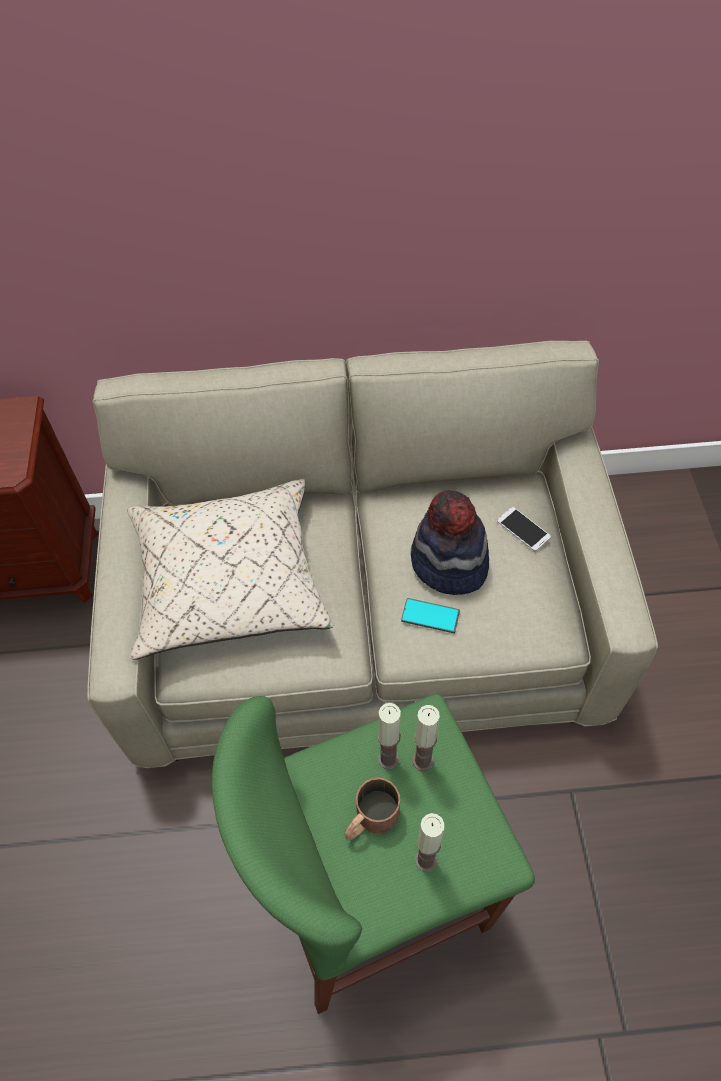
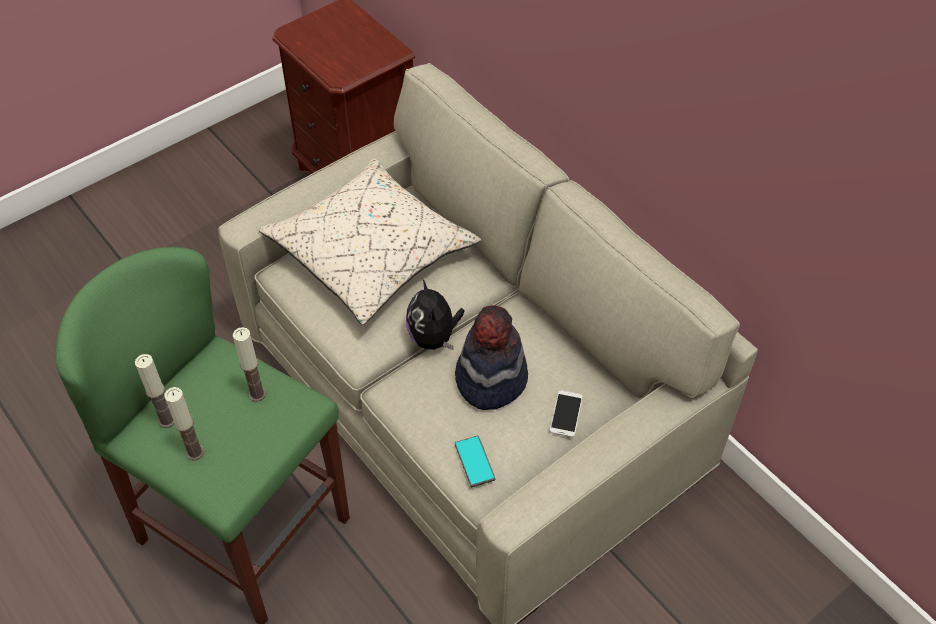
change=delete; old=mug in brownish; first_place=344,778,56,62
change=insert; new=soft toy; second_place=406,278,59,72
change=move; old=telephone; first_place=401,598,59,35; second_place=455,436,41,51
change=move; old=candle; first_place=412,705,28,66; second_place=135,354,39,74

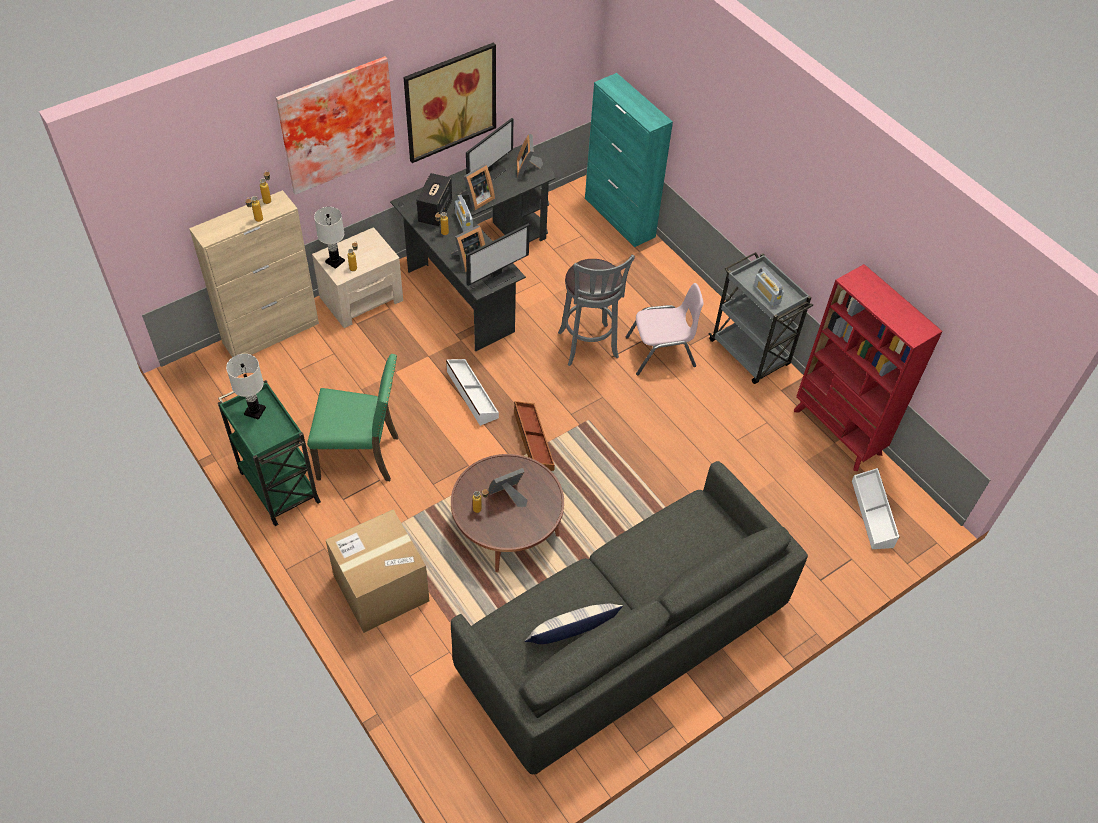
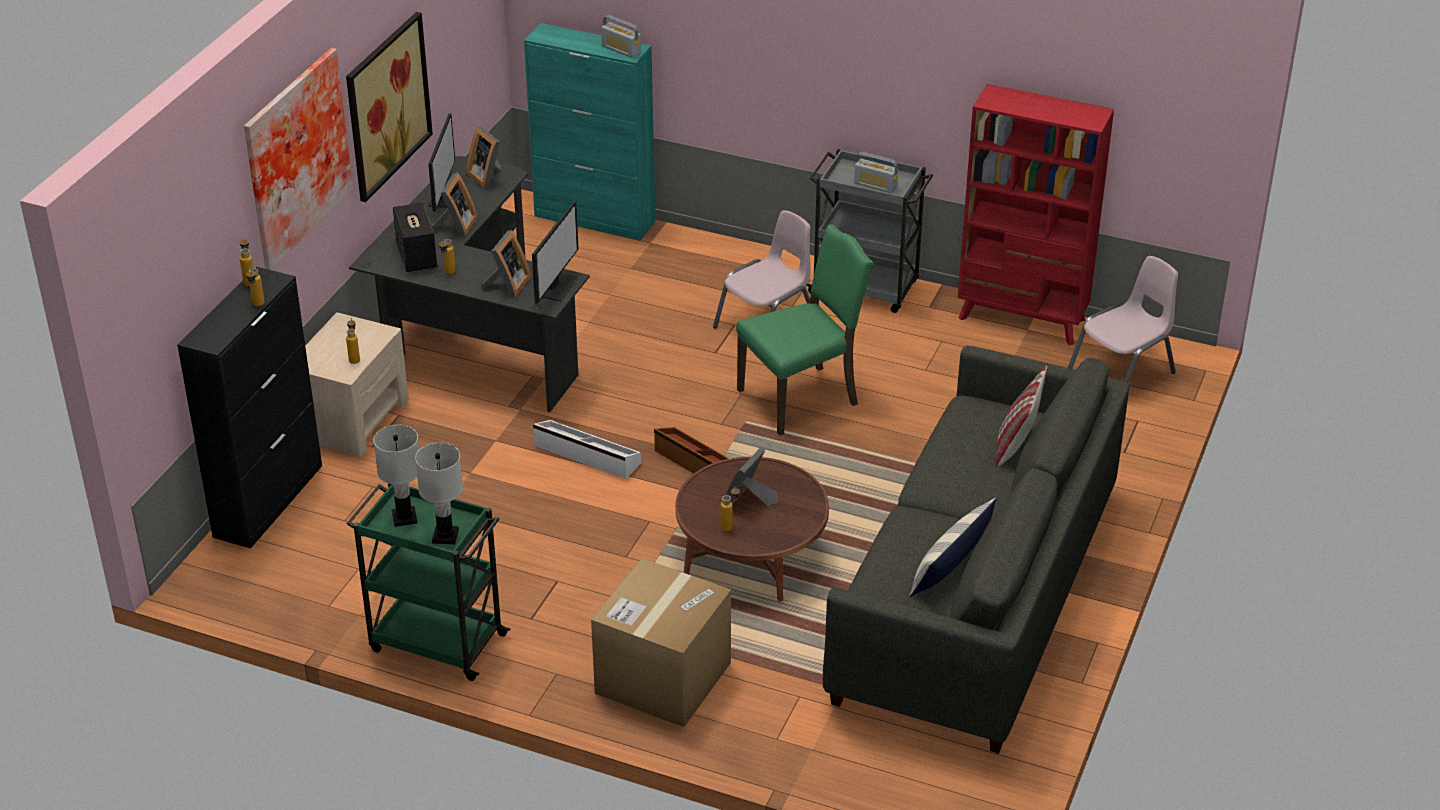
change=delete; old=stool in greyish; first_place=558,255,77,111
change=insert; new=pillow; second_place=996,365,51,102
change=move; old=upright chair in green; first_place=307,354,91,127; second_place=736,225,138,210
change=move; old=table lamp in white; first_place=314,207,31,62; second_place=415,443,48,101
change=move; old=radio receiver; first_place=455,195,18,37; second_place=601,15,40,43
change=replace; old=storage box in white; new=upright chair in pinkish; first_place=852,468,48,81; second_place=1068,256,110,127
change=recolor; old=cupboard in sand-coloured; new=cupboard in black-coloured; first_place=189,190,130,167; second_place=177,267,145,282

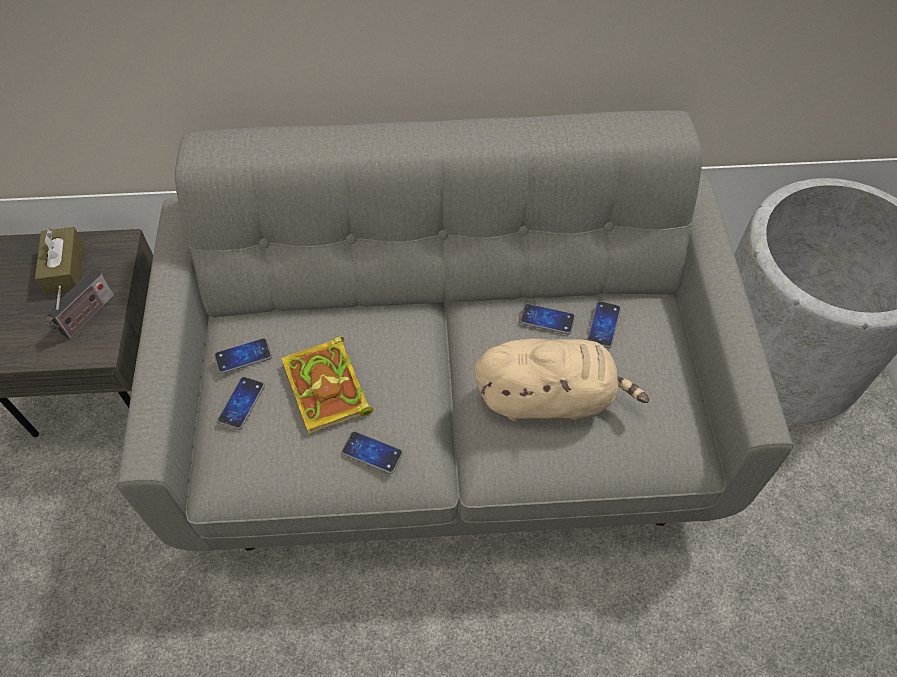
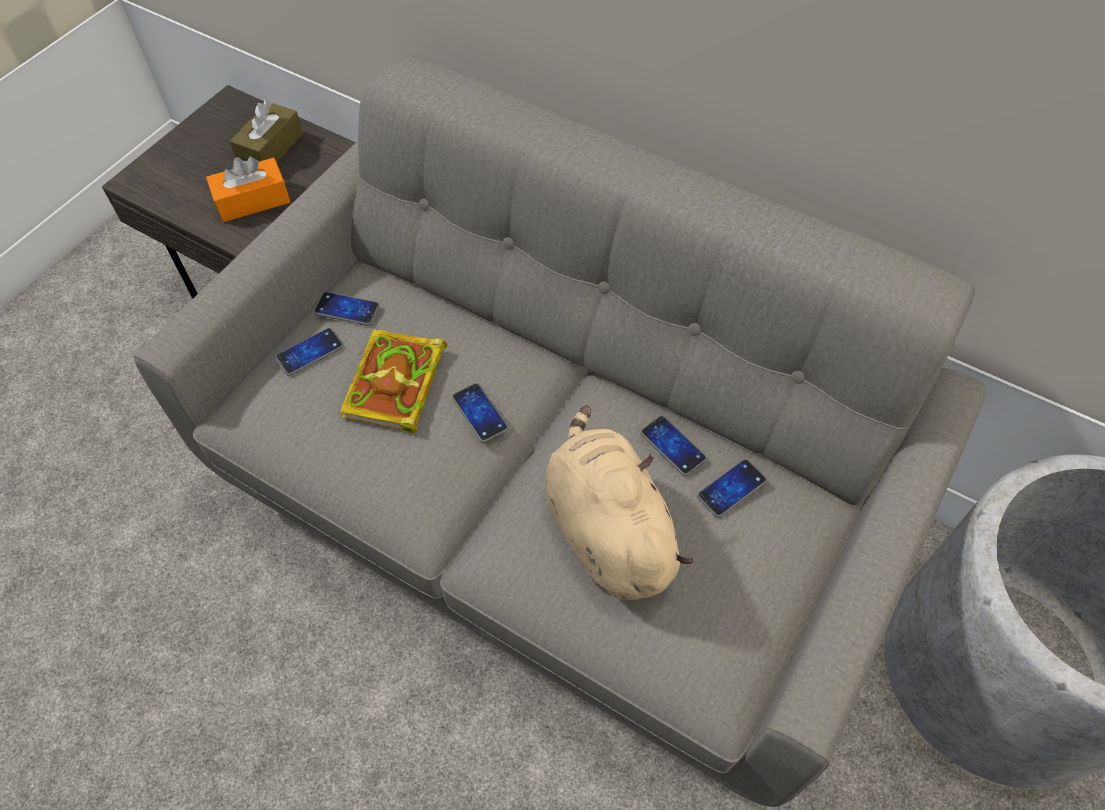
change=move; old=telephone; first_place=341,431,62,43; second_place=452,383,57,60
change=replace; old=radio receiver; new=tissue box in orange-coloured; first_place=46,269,68,70; second_place=206,157,84,65
change=rotate; old=soft toy in sand-coloured; first_place=475,338,174,83; second_place=546,405,147,195; degrees=-150

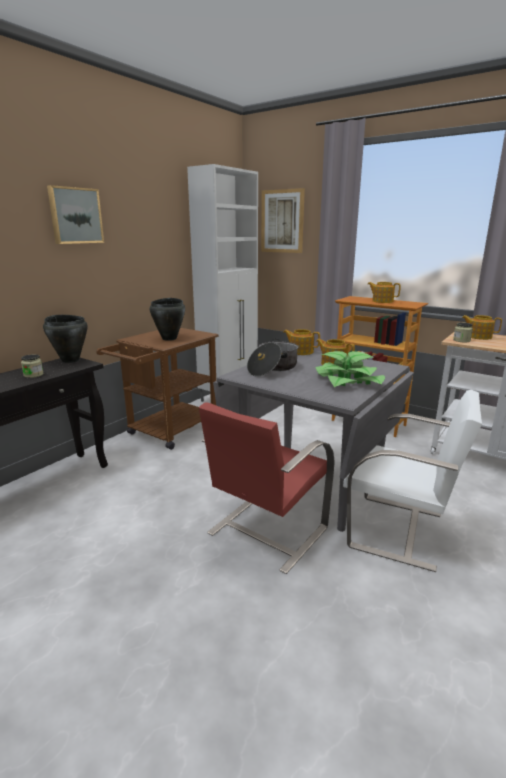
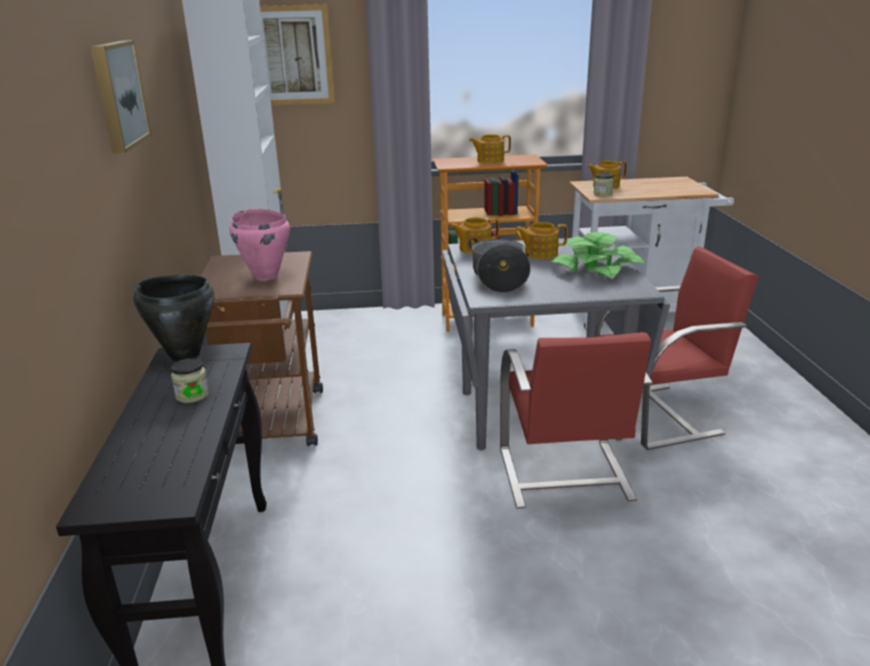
change=recolor; old=saucepot in black-coloured; new=saucepot in pinkish; first_place=150,298,35,43; second_place=229,209,61,72
change=recolor; old=upright chair in white; new=upright chair in red-coloured; first_place=343,390,139,182; second_place=594,246,165,204

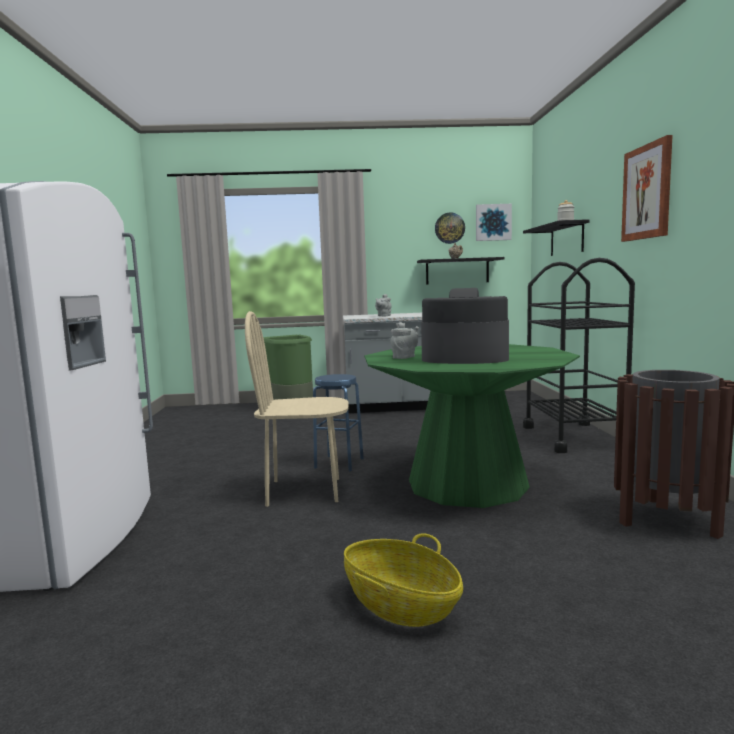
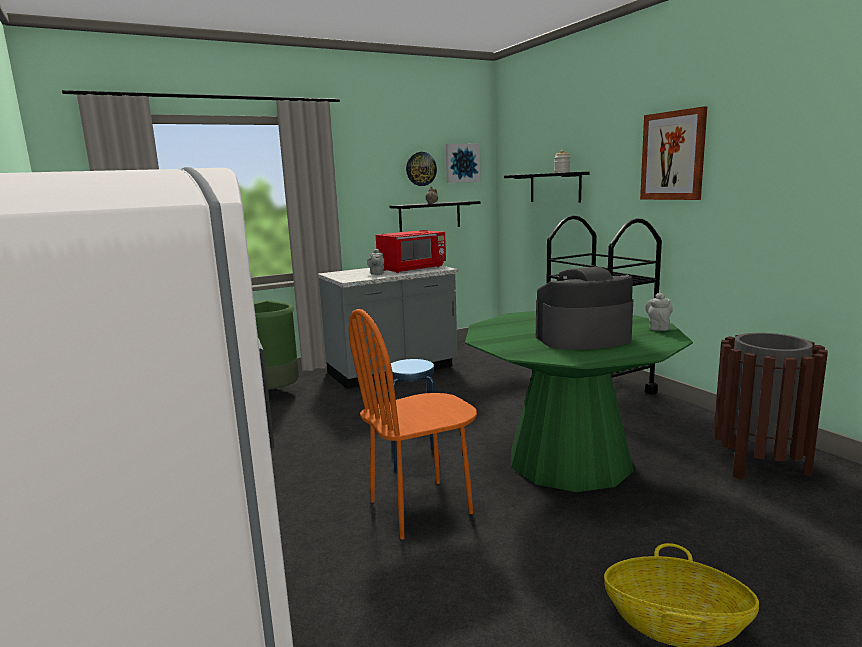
change=insert; new=microwave in red-coloured; second_place=376,230,70,43
change=move; old=tea pot in greyish; first_place=391,322,28,37; second_place=645,293,28,38
change=recolor; old=upright chair in sand-coloured; new=upright chair in orange-coloured; first_place=245,311,104,196; second_place=349,309,128,230

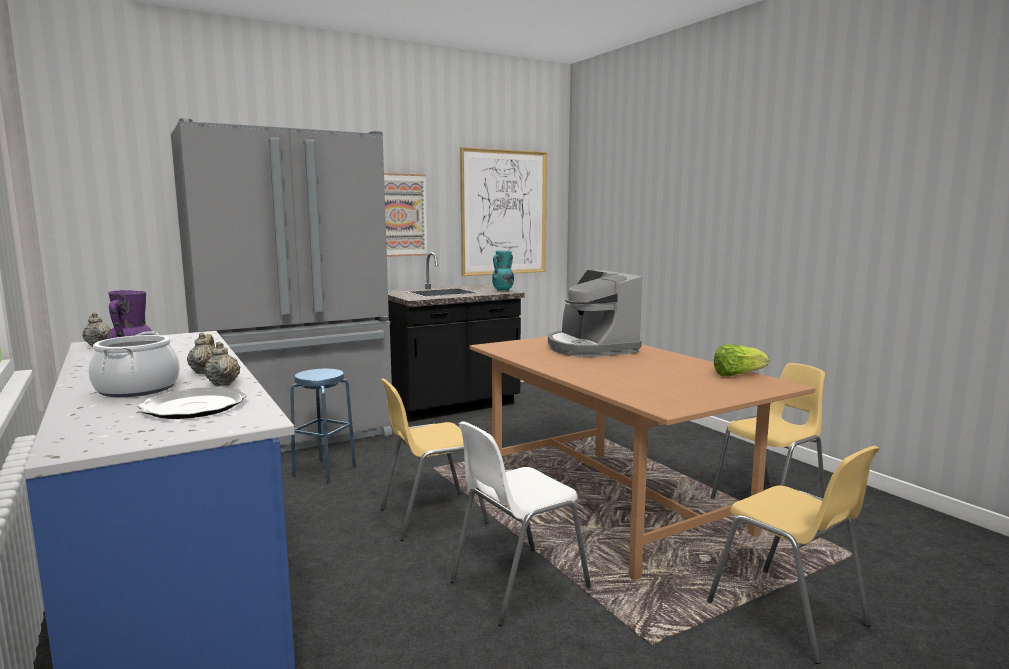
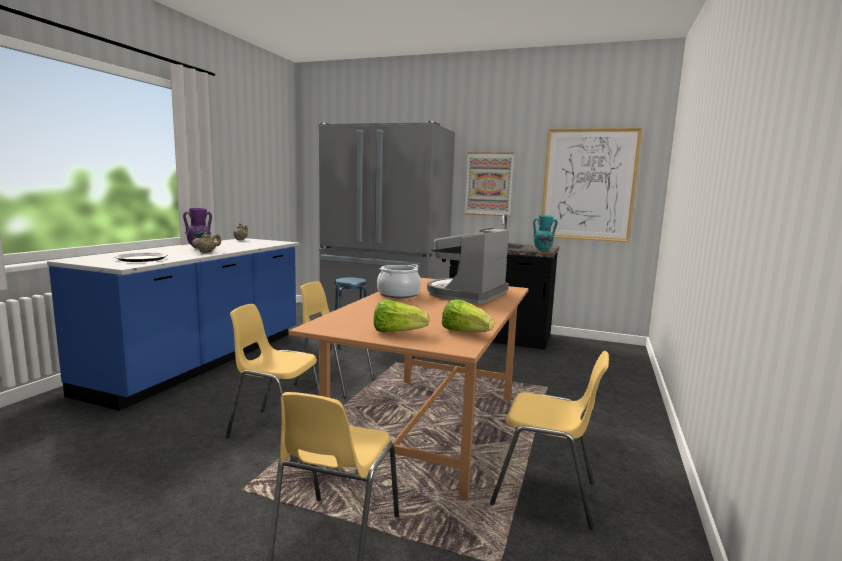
change=delete; old=tea pot in sand-coloured; first_place=204,341,37,45
change=insert; new=lettuce; second_place=374,300,56,33
change=move; old=saucepot; first_place=88,332,92,65; second_place=377,264,44,34
change=recolor; old=upright chair in white; new=upright chair in yellow-coloured; first_place=450,421,141,205; second_place=226,304,93,134

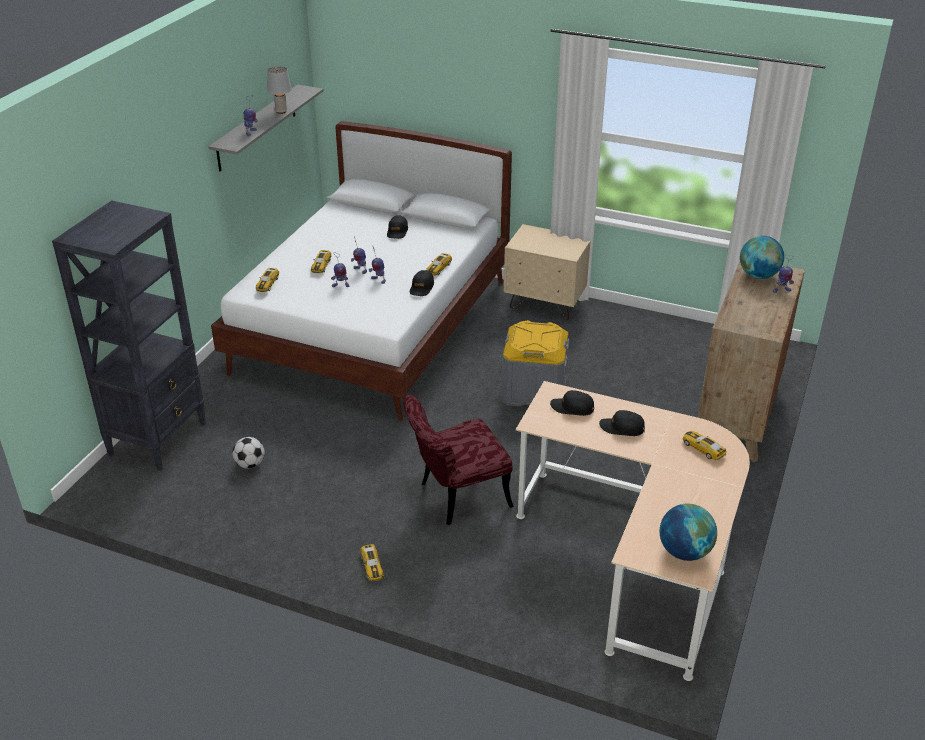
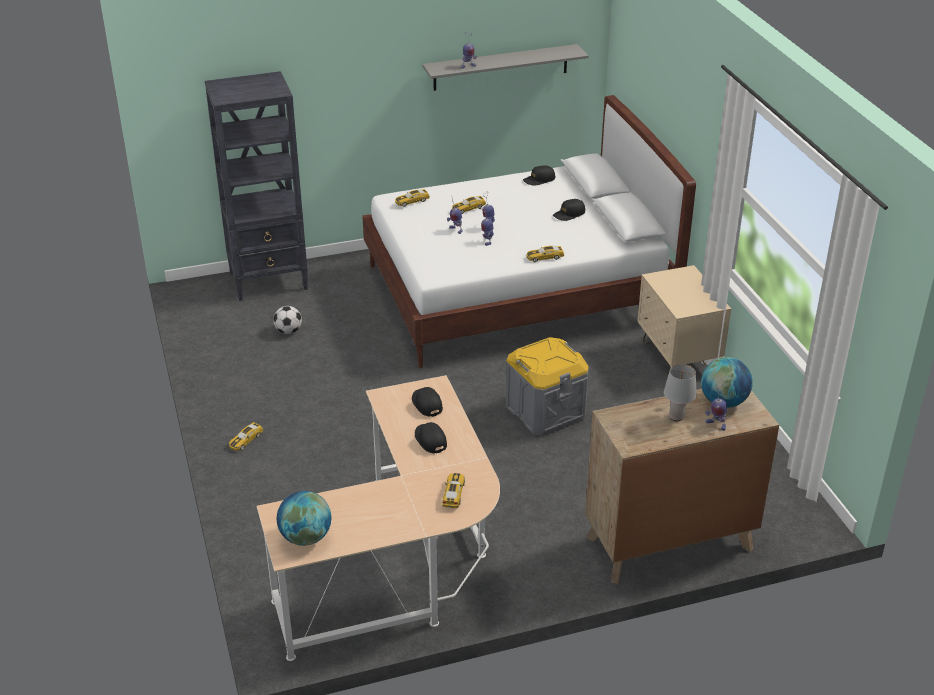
change=delete; old=upright chair in red-coloured; first_place=403,395,111,130
change=move; old=table lamp in greyish; first_place=267,66,25,48; second_place=664,364,32,57
change=move; old=baseball cap in black-coloured; first_place=410,270,24,26; second_place=523,165,33,21

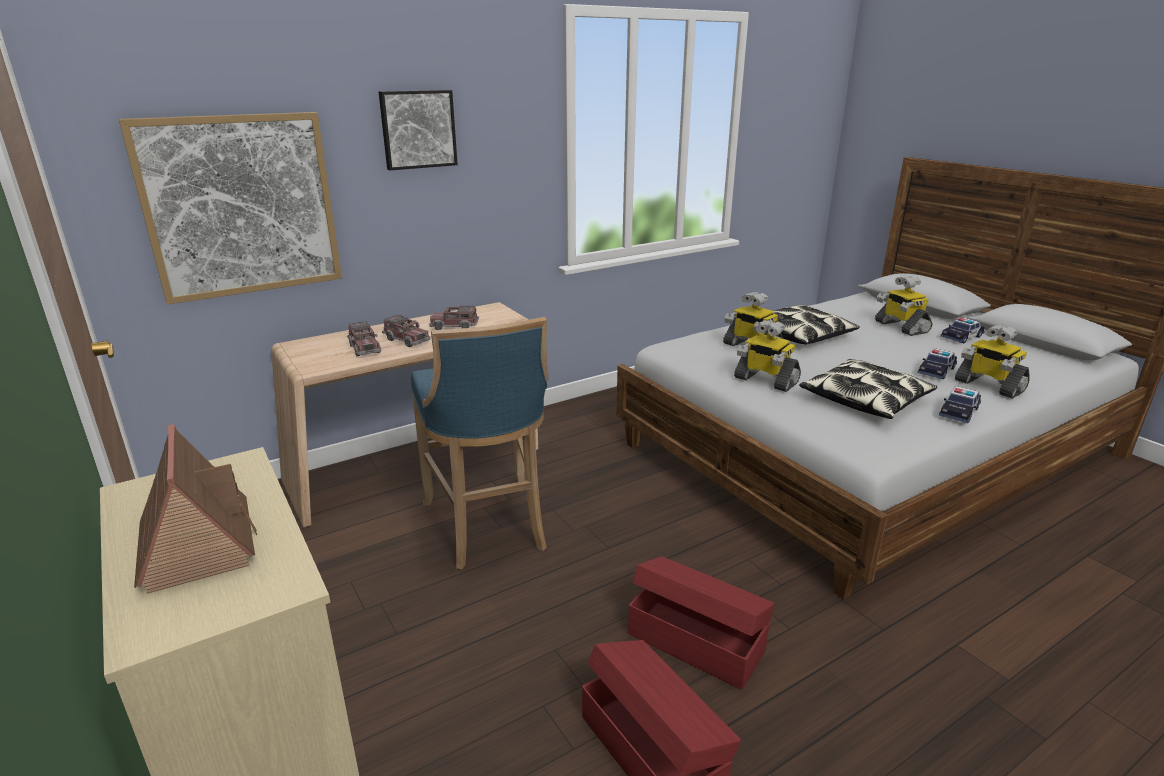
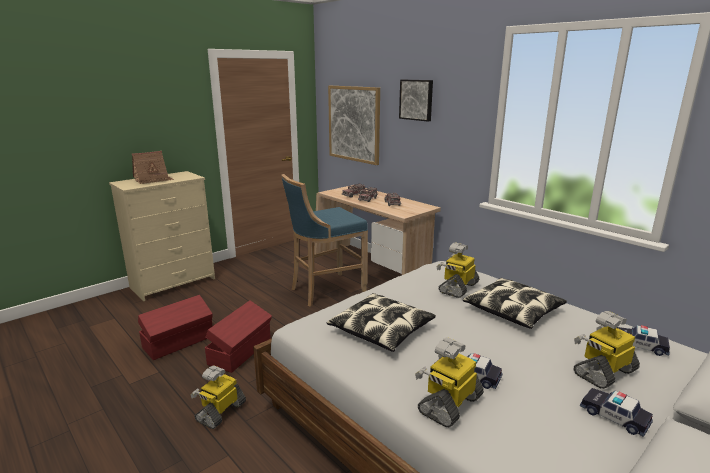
change=move; old=model robot; first_place=734,320,67,72; second_place=190,365,56,64
change=move; old=model car; first_place=939,386,42,37; second_place=617,325,53,31

